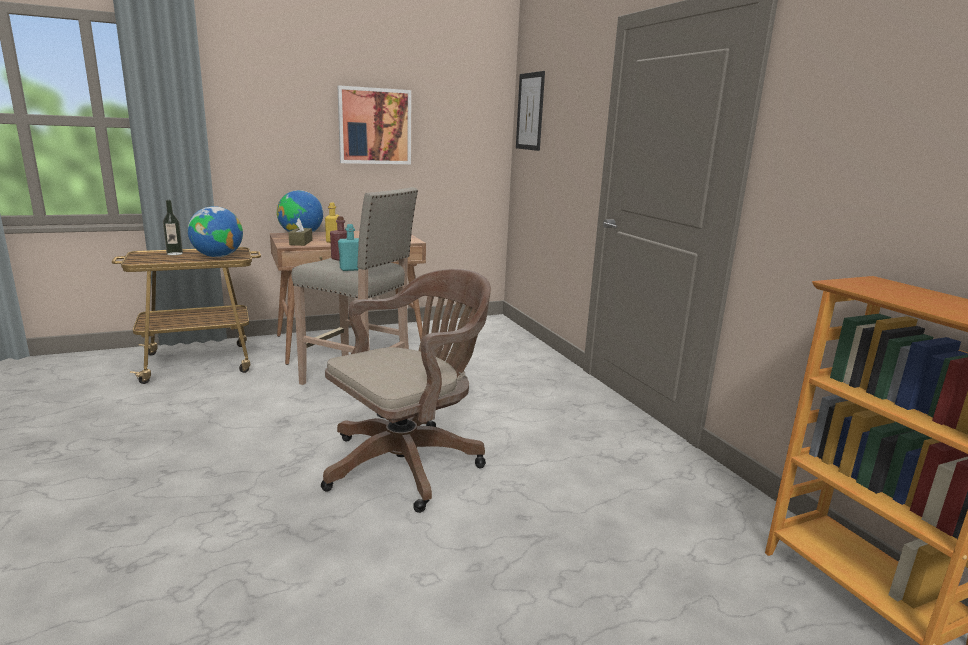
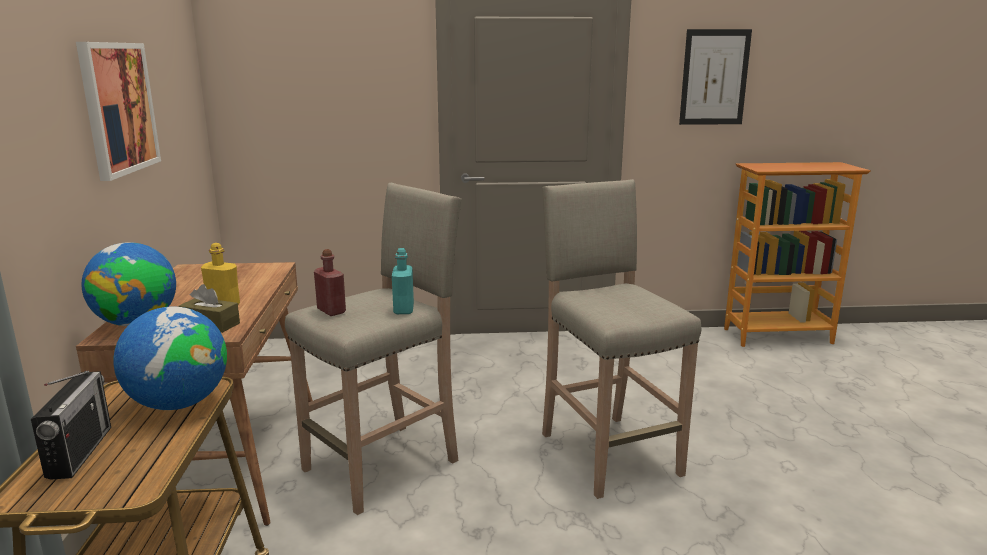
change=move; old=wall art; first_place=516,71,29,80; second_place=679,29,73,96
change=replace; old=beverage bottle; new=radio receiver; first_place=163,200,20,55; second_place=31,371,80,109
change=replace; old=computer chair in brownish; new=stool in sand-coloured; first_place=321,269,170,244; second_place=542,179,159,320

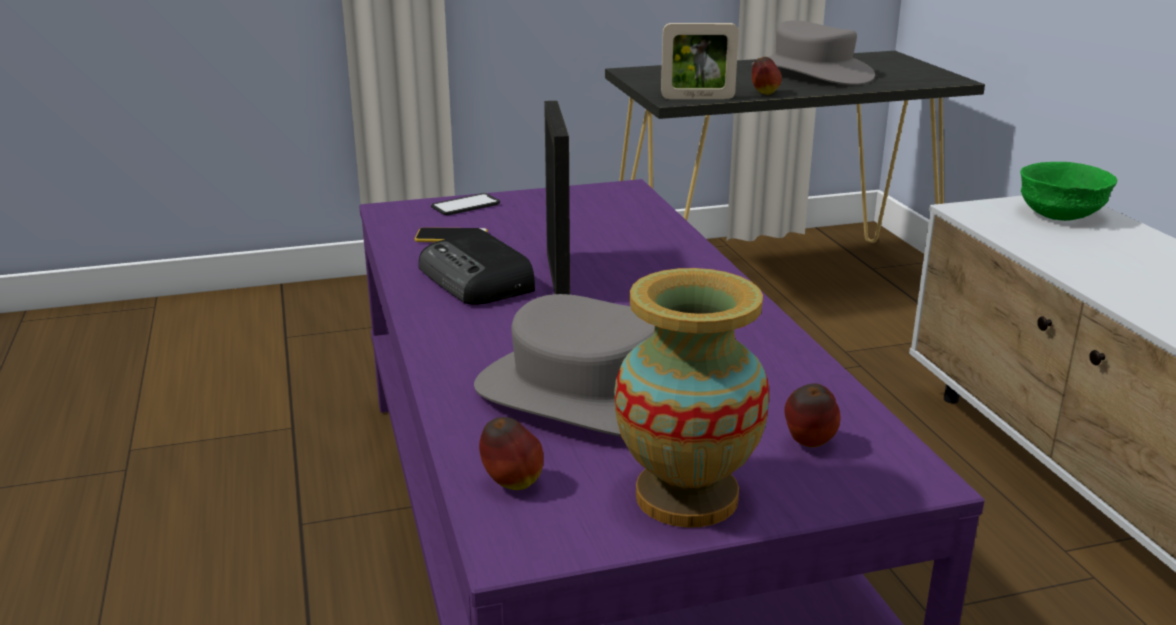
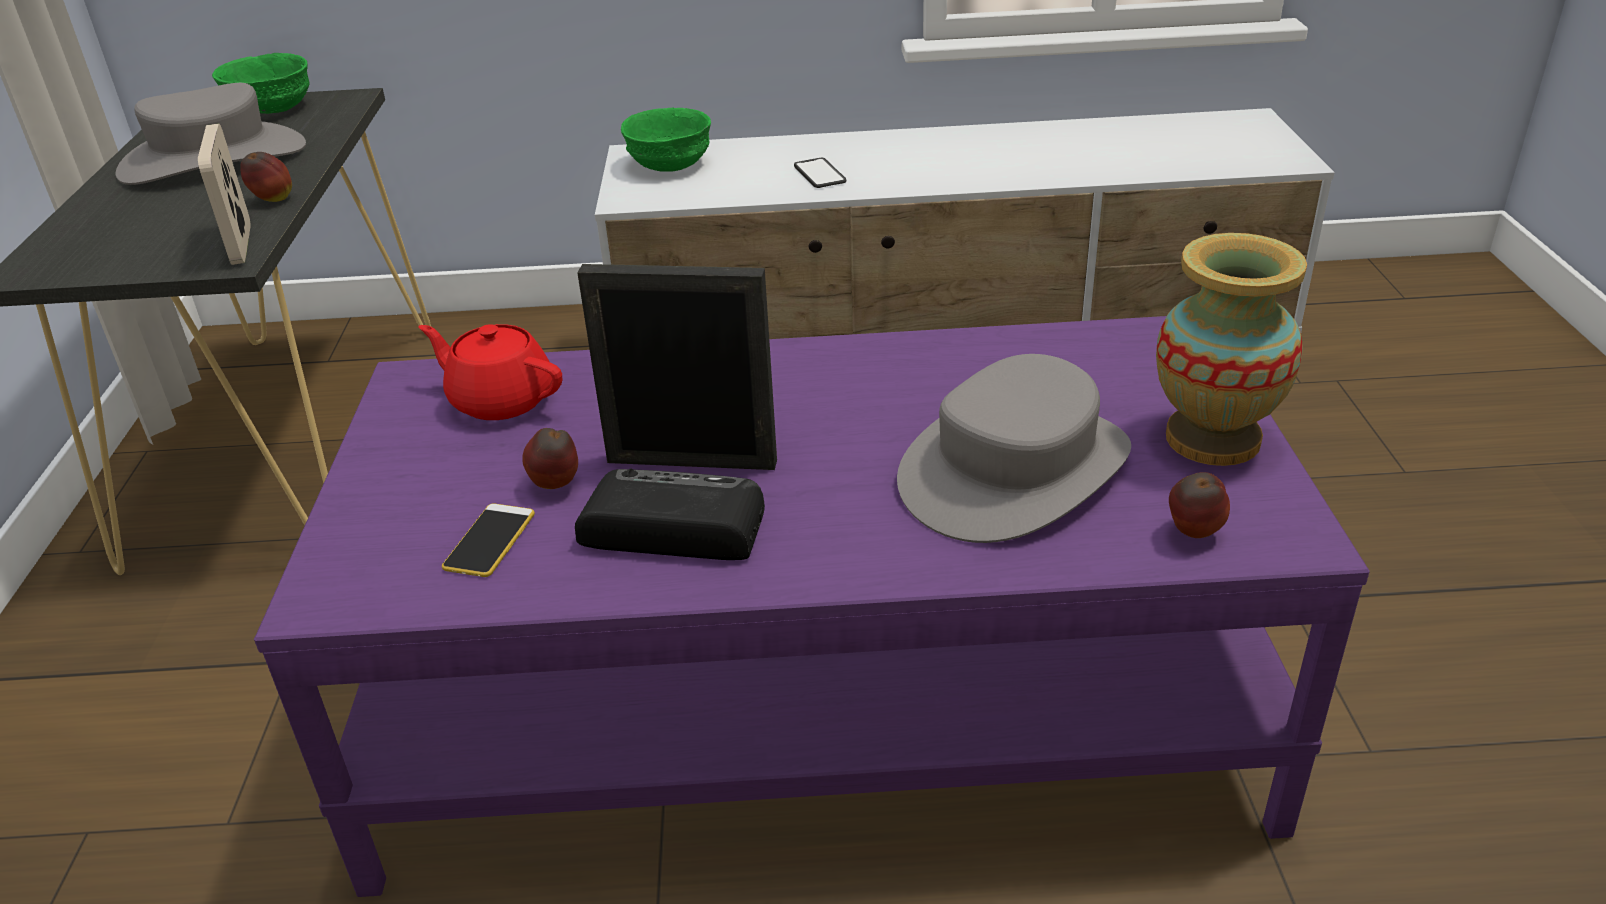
change=insert; new=bowl in green; second_place=212,53,97,61
change=insert; new=tea pot in red-coloured; second_place=419,324,143,96
change=move; old=telephone; first_place=431,193,69,22; second_place=794,158,52,30
change=move; old=apple; first_place=784,383,56,64; second_place=522,428,56,61
change=rotate; old=radio receiver; first_place=419,229,116,76; second_place=575,468,190,92; degrees=-150
change=rotate; old=photo frame; first_place=661,23,78,76; second_place=198,124,53,141; degrees=150

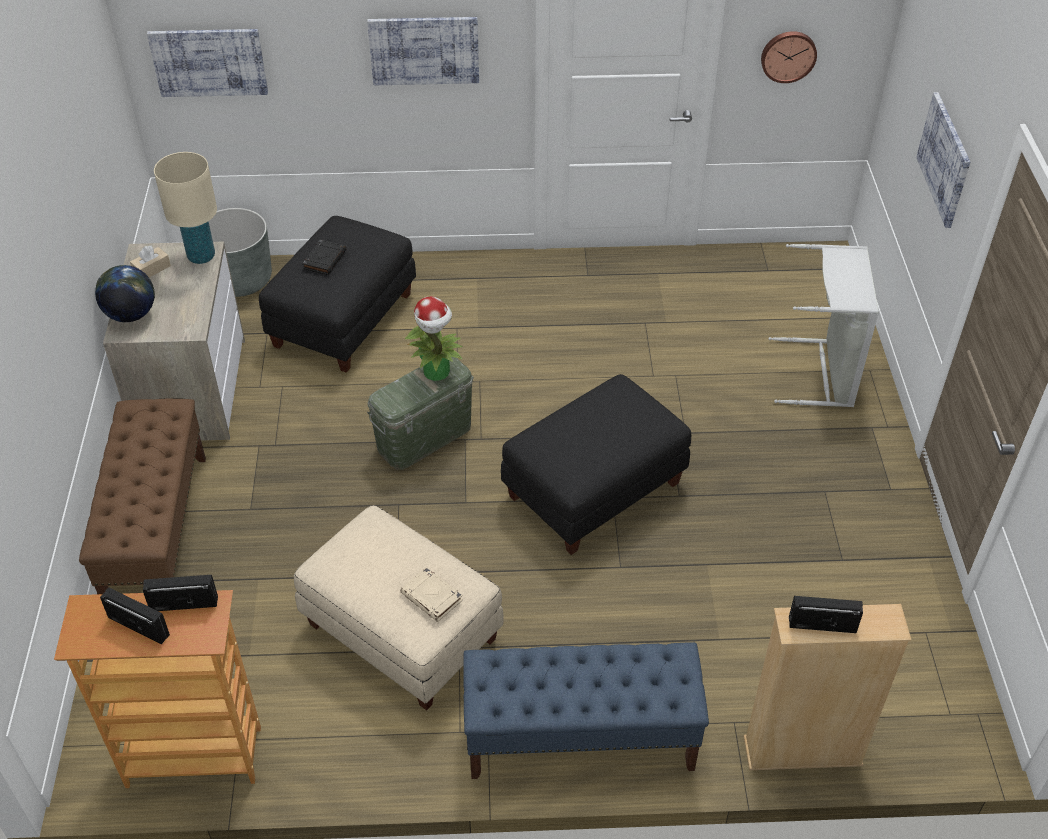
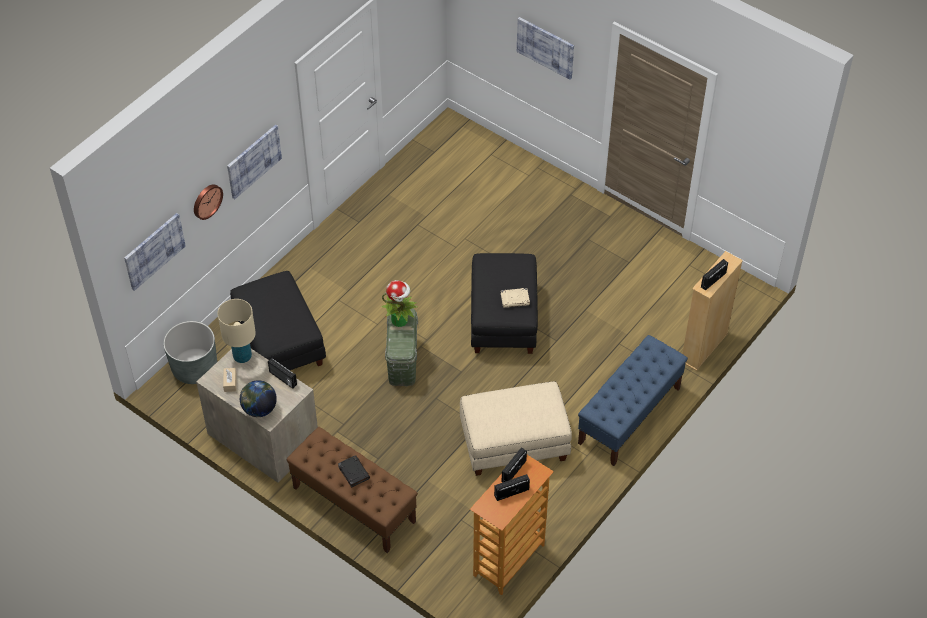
change=delete; old=hamper in greyish; first_place=769,244,110,163
change=insert; new=radio receiver; second_place=268,358,29,31
change=move; old=bound book in black-coloured; first_place=302,239,44,36; second_place=338,455,32,33
change=move; old=bound book in sand-coloured; first_place=400,567,63,55; second_place=501,288,29,20
change=move; old=wall clock; first_place=761,31,56,52; second_place=194,184,29,36

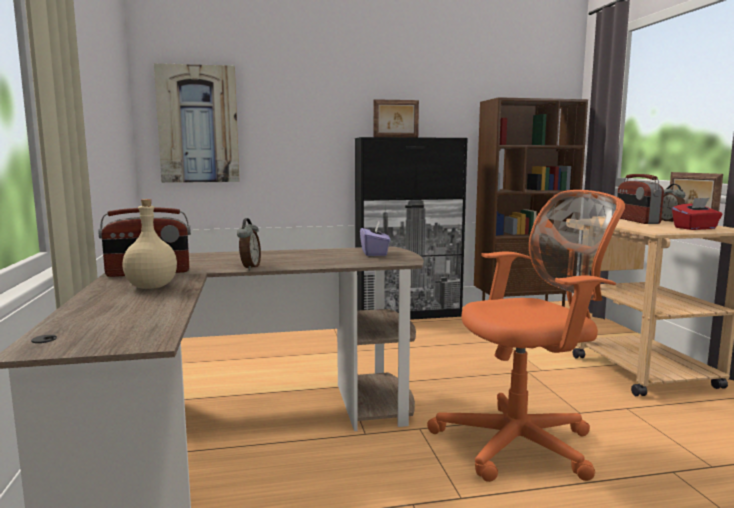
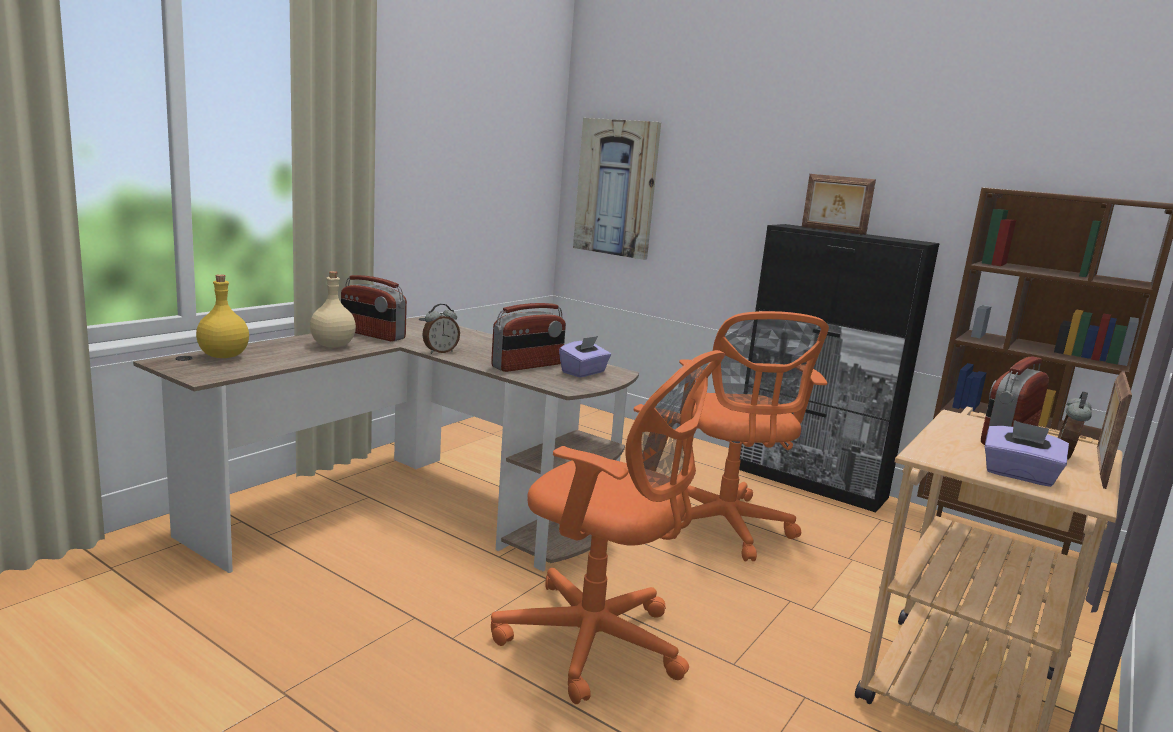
change=insert; new=beverage bottle in yellow-coloured; second_place=196,274,53,84
change=insert; new=radio receiver; second_place=491,303,75,69
change=insert; new=computer chair in orange-coloured; second_place=668,311,161,250
change=recolor; old=tissue box in red-coloured; new=tissue box in purple-coloured; first_place=672,198,51,32; second_place=985,420,84,67

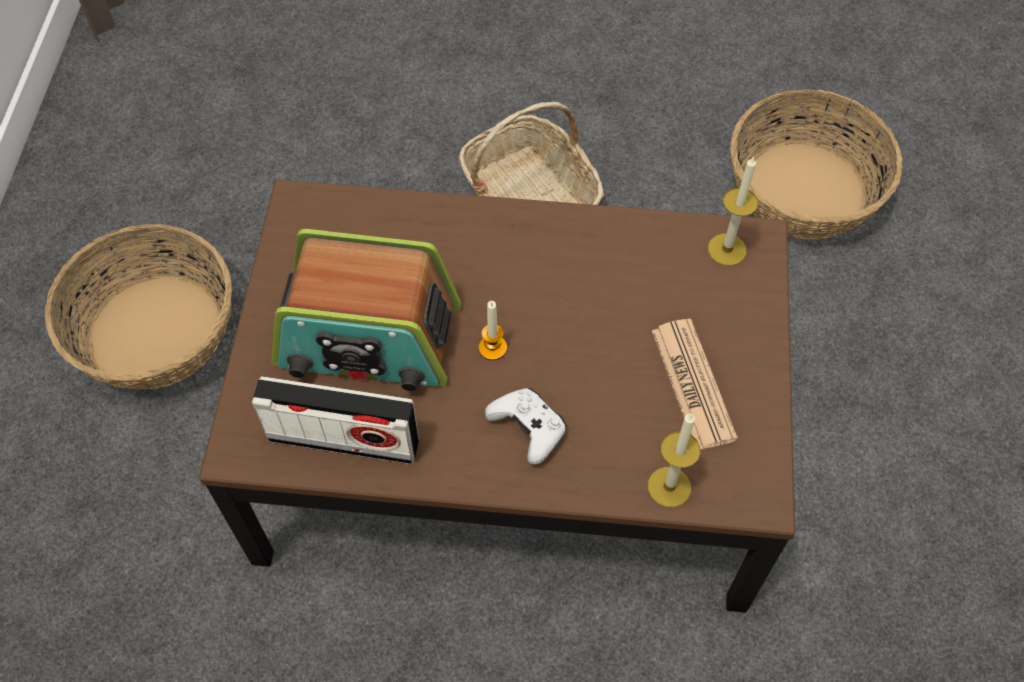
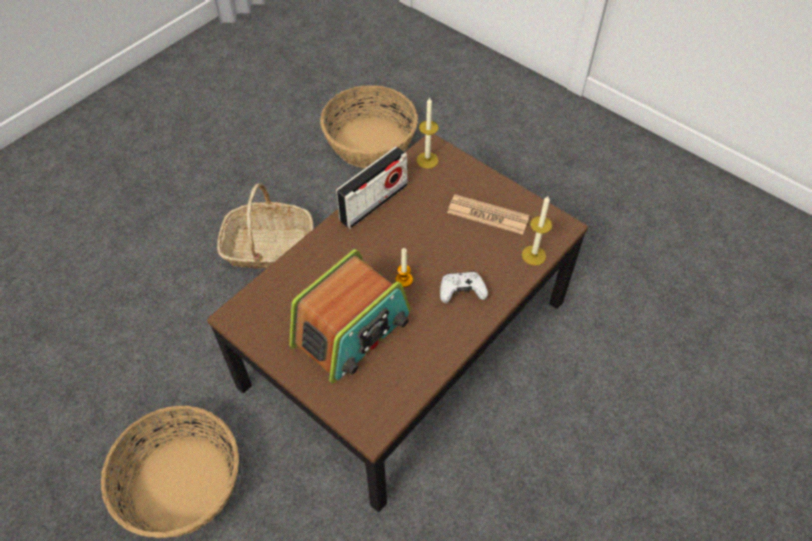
change=move; old=radio receiver; first_place=252,376,167,88; second_place=336,146,72,83

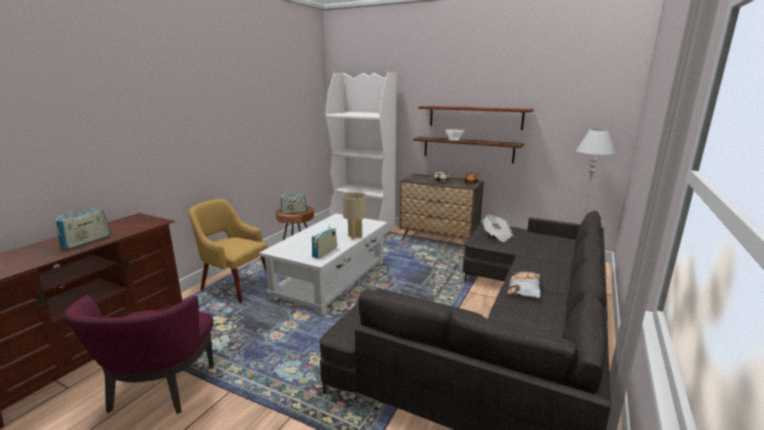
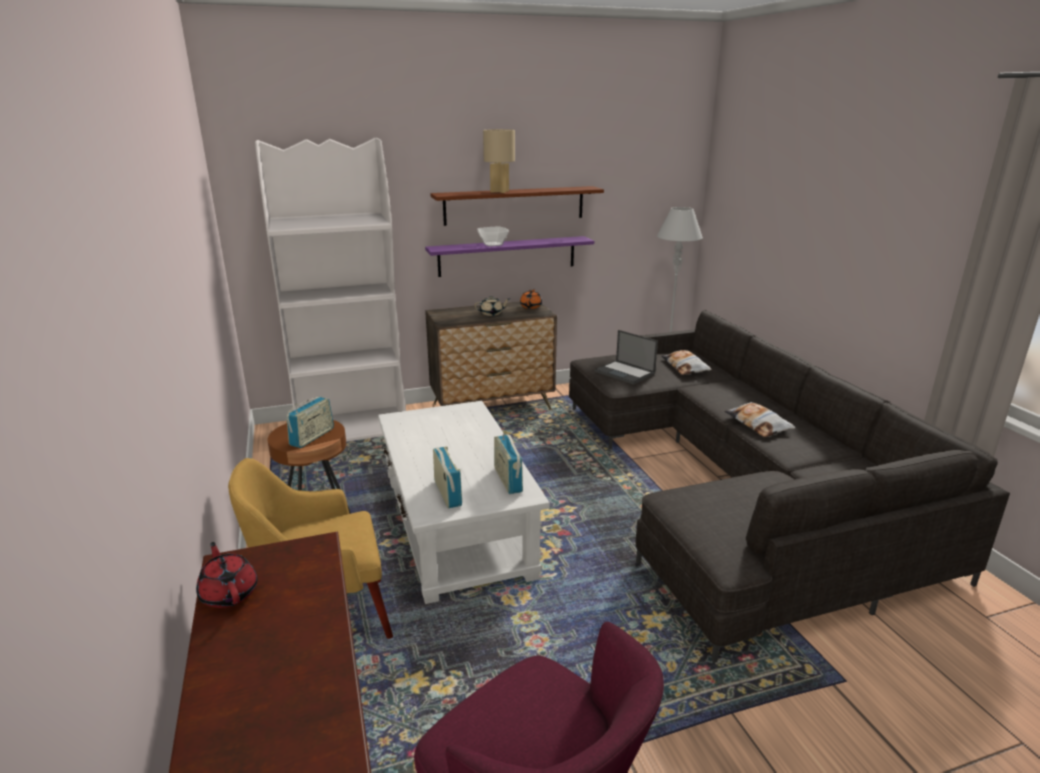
change=insert; new=tea pot in red-coloured; second_place=196,542,61,66
change=insert; new=pillow; second_place=661,350,51,25
change=move; old=radio receiver; first_place=55,208,55,41; second_place=433,446,29,62
change=move; old=table lamp in sand-coloured; first_place=342,192,24,48; second_place=483,129,32,64
change=replace; old=printed paper; new=portable computer; first_place=482,215,31,27; second_place=594,330,64,55
change=recolor; old=shelf in brownish; new=shelf in purple-coloured; first_place=413,137,111,26; second_place=425,236,169,41

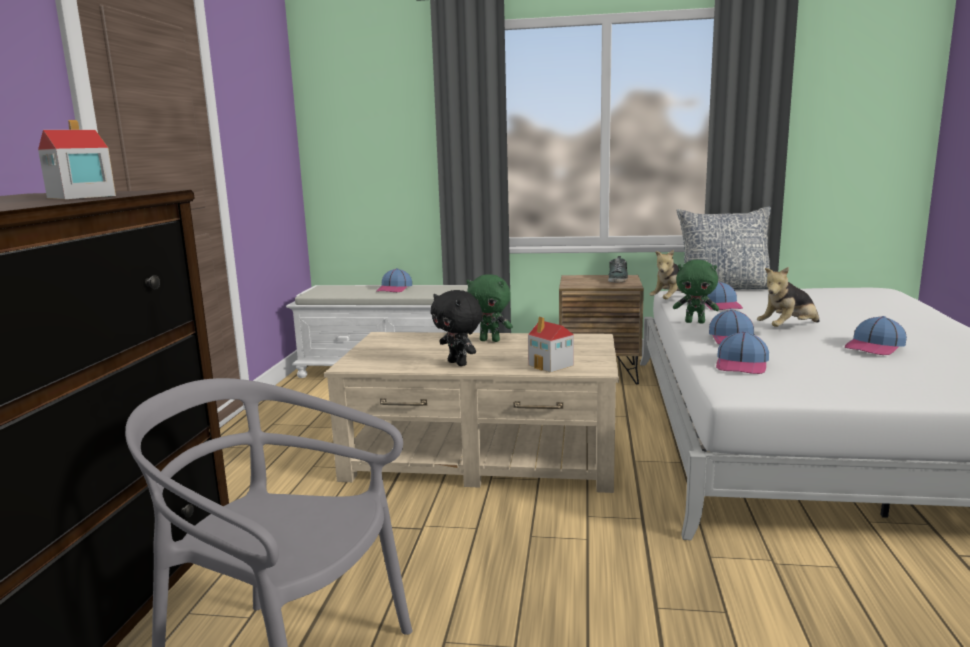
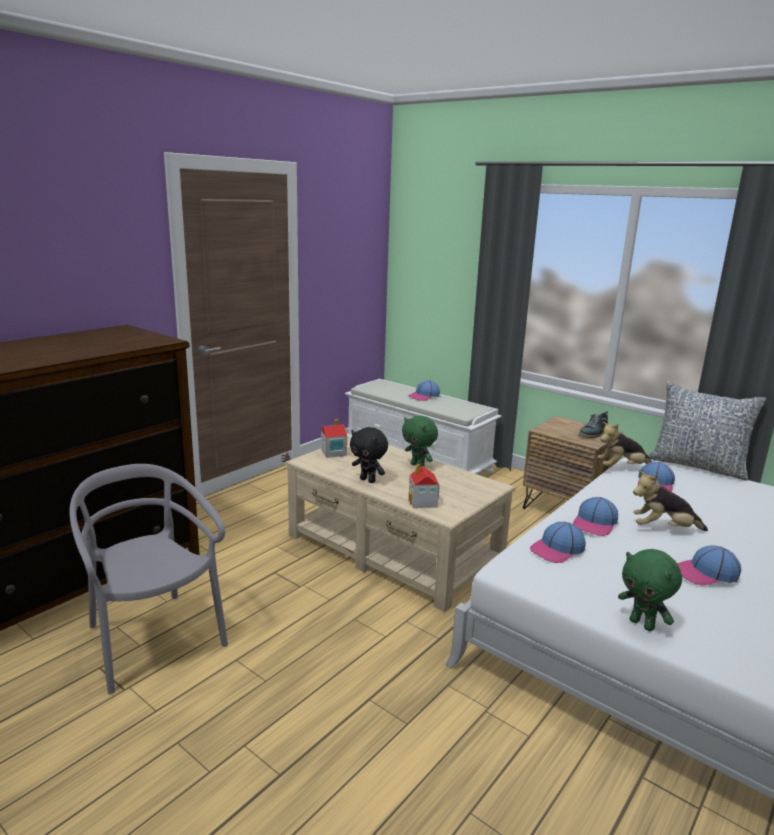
change=move; old=model house; first_place=38,120,78,79; second_place=321,419,26,39
change=move; old=soft toy in green; first_place=673,260,46,63; second_place=618,549,64,82
change=rotate; old=soft toy in black-coloured; first_place=431,290,51,76; second_place=350,427,38,56; degrees=-45

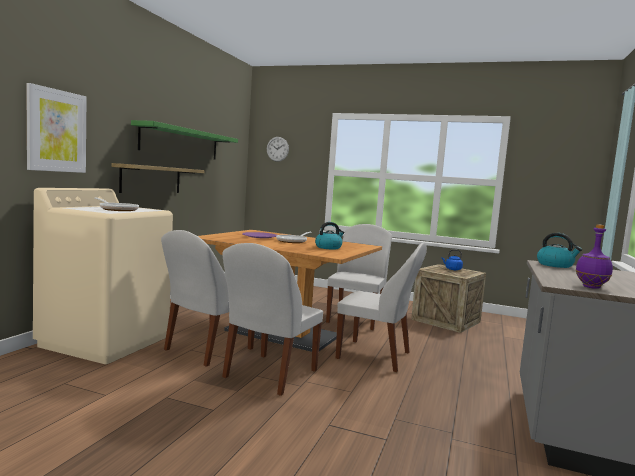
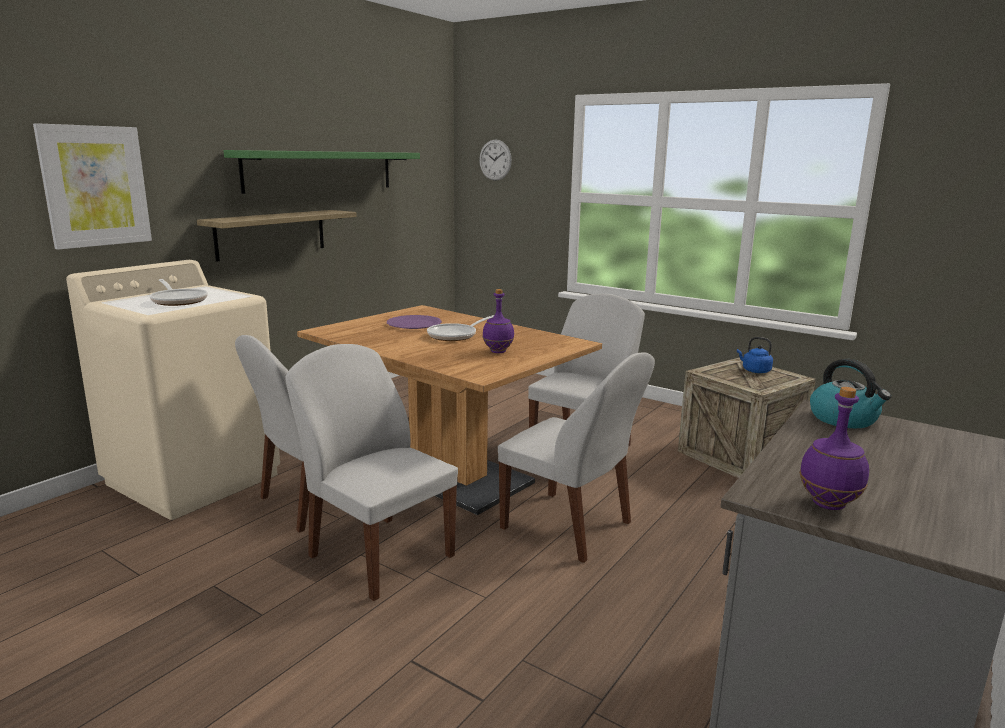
change=replace; old=water kettle; new=beverage bottle in purple-coloured; first_place=315,222,29,27; second_place=483,289,31,64
change=rotate; old=upright chair in white; first_place=222,243,101,153; second_place=285,344,173,257; degrees=90

